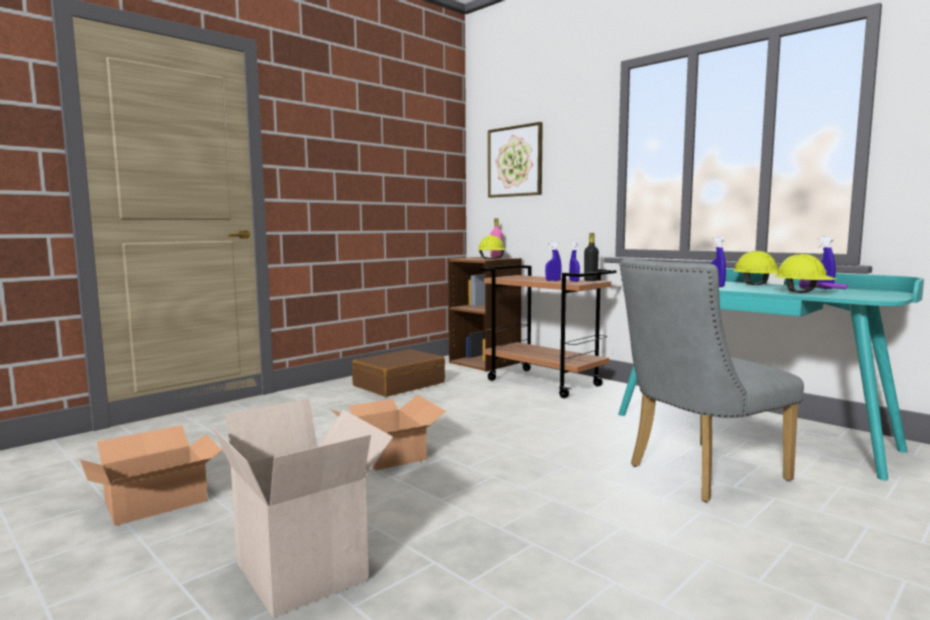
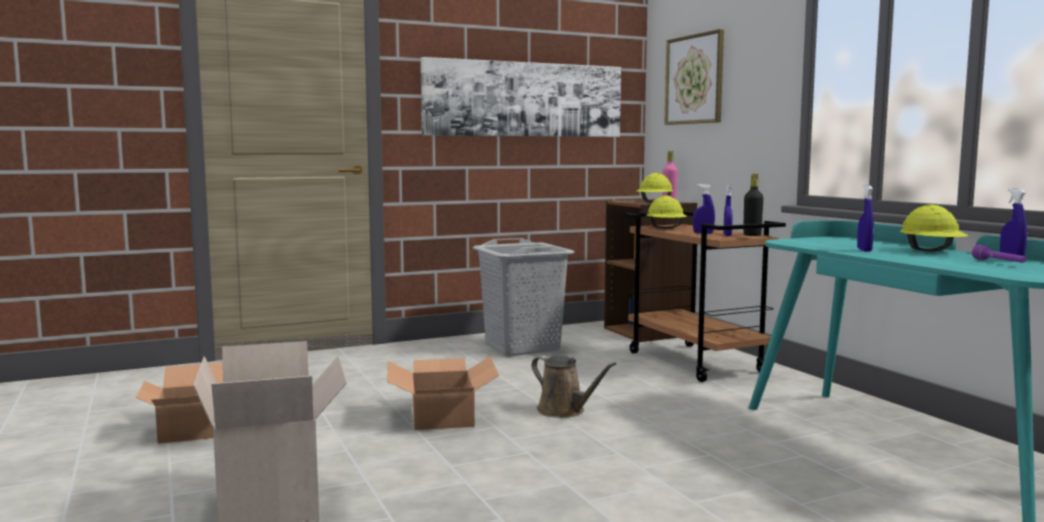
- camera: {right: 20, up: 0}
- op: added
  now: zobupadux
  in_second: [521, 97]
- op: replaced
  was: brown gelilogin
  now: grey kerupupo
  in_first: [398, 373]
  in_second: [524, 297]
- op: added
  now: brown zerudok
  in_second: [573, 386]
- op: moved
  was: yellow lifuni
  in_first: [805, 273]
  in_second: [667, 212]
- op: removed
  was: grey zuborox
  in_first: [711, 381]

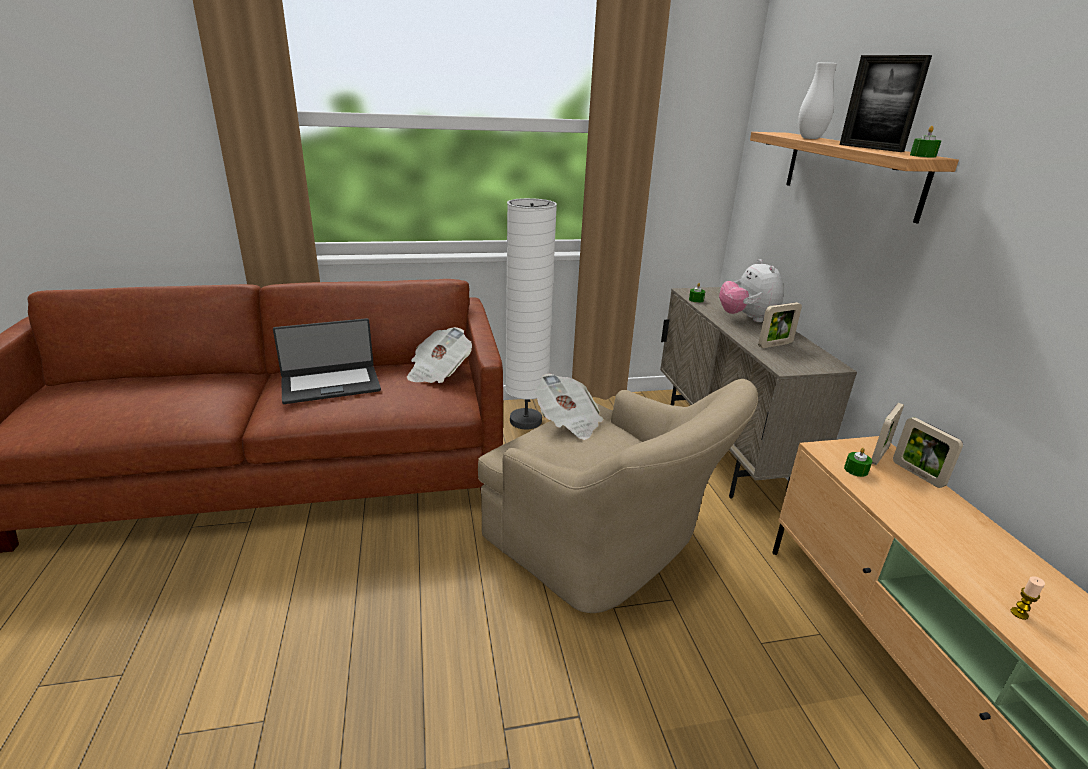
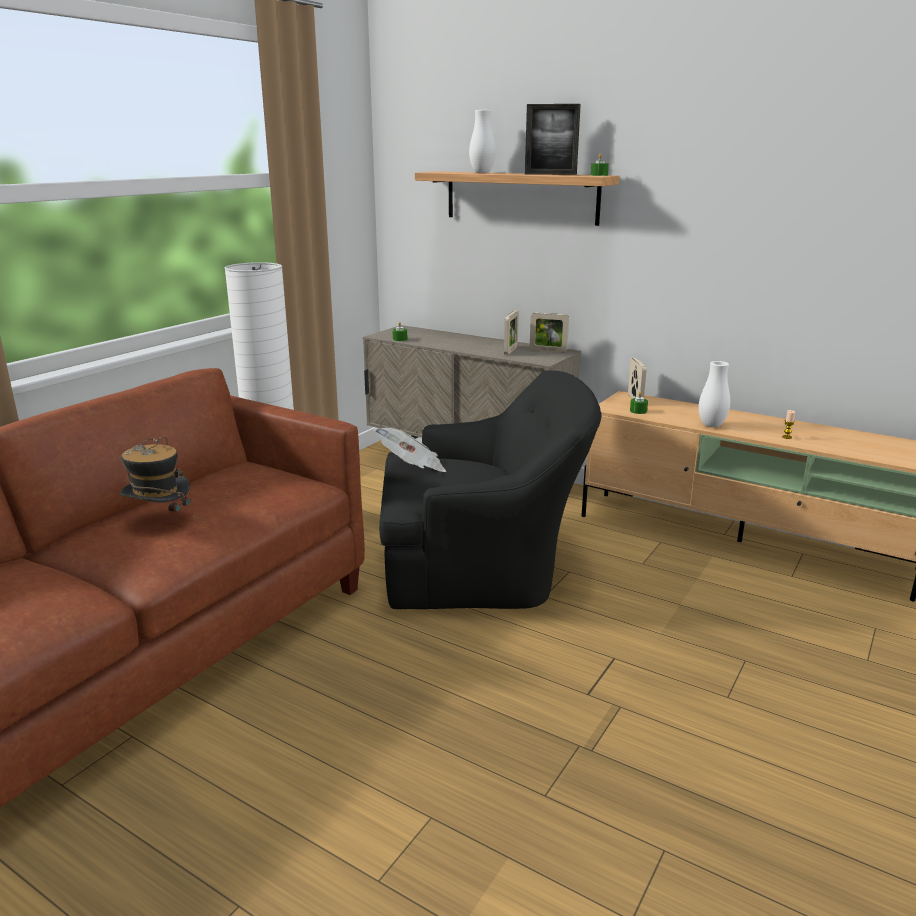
- camera: {right: -45, up: -5}
- op: replaced
  was: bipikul
  now: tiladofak
  in_first: [327, 361]
  in_second: [156, 478]
- op: recoloured
  was: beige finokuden
  now: black finokuden
  in_first: [618, 496]
  in_second: [490, 490]
- op: moved
  was: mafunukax
  in_first: [928, 452]
  in_second: [549, 333]
- op: added
  now: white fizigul
  in_second: [714, 394]
- op: removed
  was: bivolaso
  in_first: [439, 355]
- op: removed
  was: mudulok
  in_first: [751, 290]

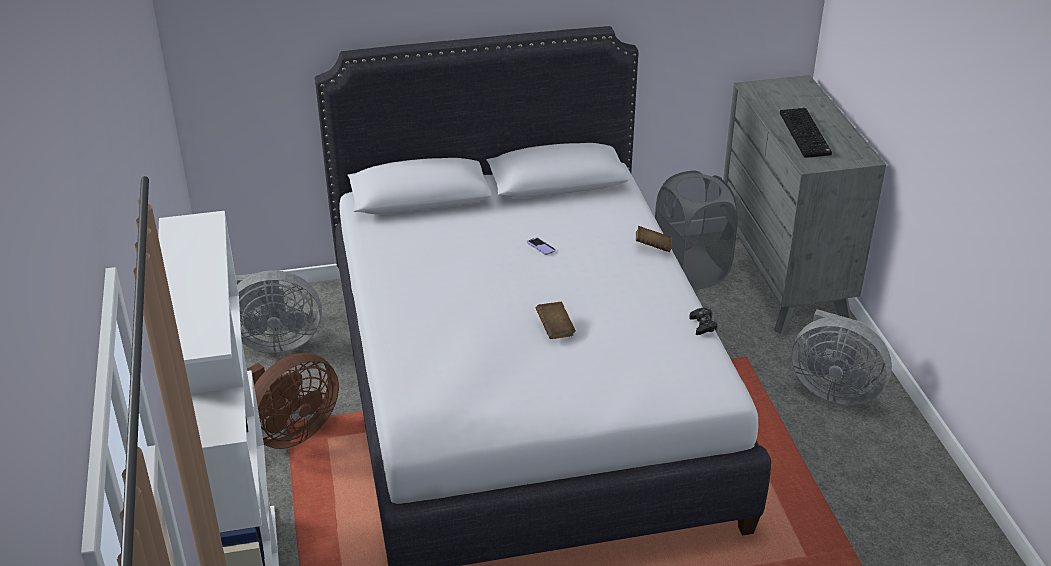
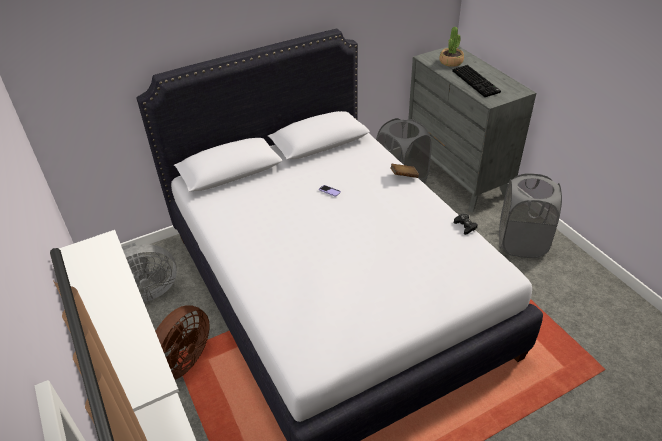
- camera: {right: -15, up: 5}
- op: added
  now: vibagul
  in_second: [451, 47]
- op: replaced
  was: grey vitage
  now: grey kerupupo
  in_first: [841, 357]
  in_second: [530, 215]
- op: removed
  was: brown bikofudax
  in_first: [556, 320]

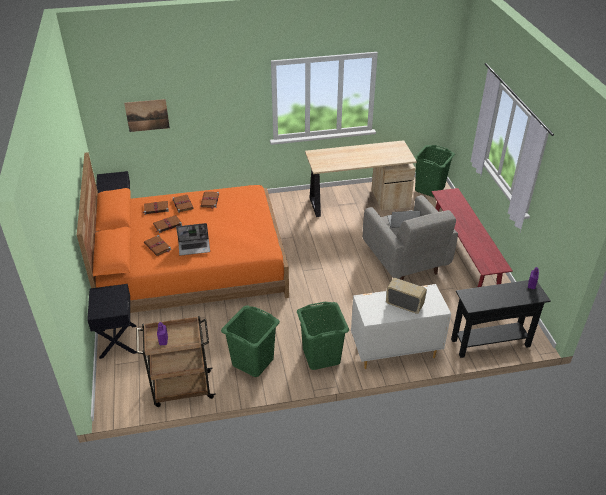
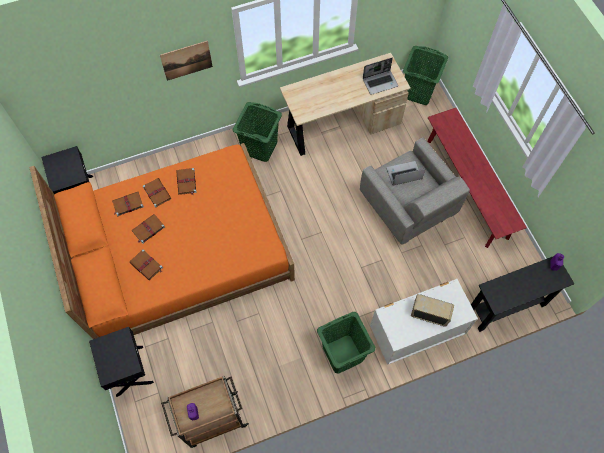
- camera: {right: -10, up: 25}
- op: moved
  was: zobupadux
  in_first: [147, 115]
  in_second: [186, 61]
- op: moved
  was: green kerupupo
  in_first: [250, 341]
  in_second: [257, 132]
- op: moved
  was: bipikul
  in_first: [193, 239]
  in_second: [380, 76]

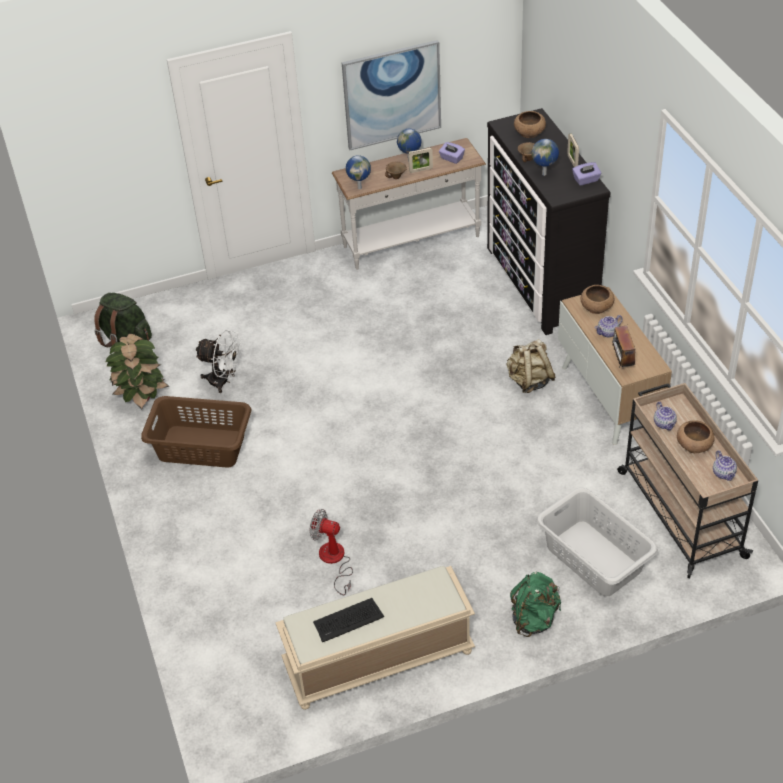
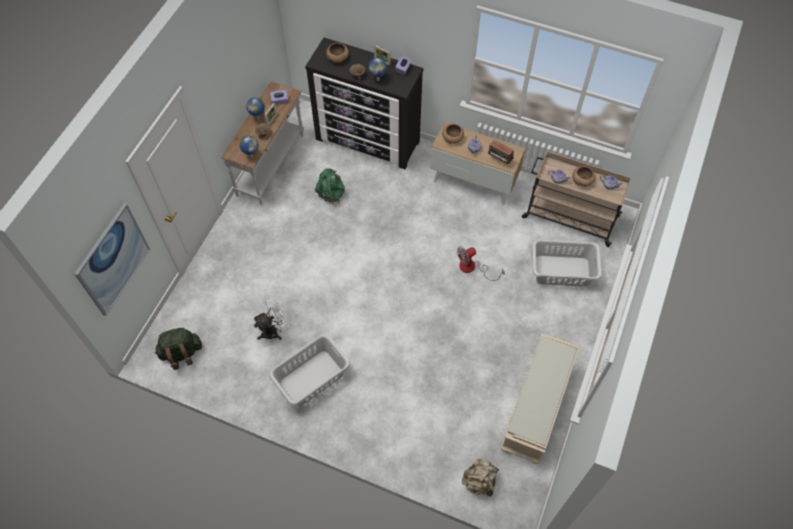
- camera: {right: -50, up: 15}
- op: moved
  was: zobupadux
  in_first: [391, 95]
  in_second: [112, 259]
- op: recoloured
  was: brown kerupupo
  now: grey kerupupo
  in_first: [196, 432]
  in_second: [309, 370]
- op: moved
  was: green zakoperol
  in_first: [535, 604]
  in_second: [330, 186]
- op: moved
  was: vitage
  in_first: [331, 552]
  in_second: [481, 263]
- op: moved
  was: beige zakoperol
  in_first: [531, 366]
  in_second: [480, 477]
- op: removed
  was: vibagul
  in_first: [137, 372]
- op: removed
  was: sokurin
  in_first: [348, 620]

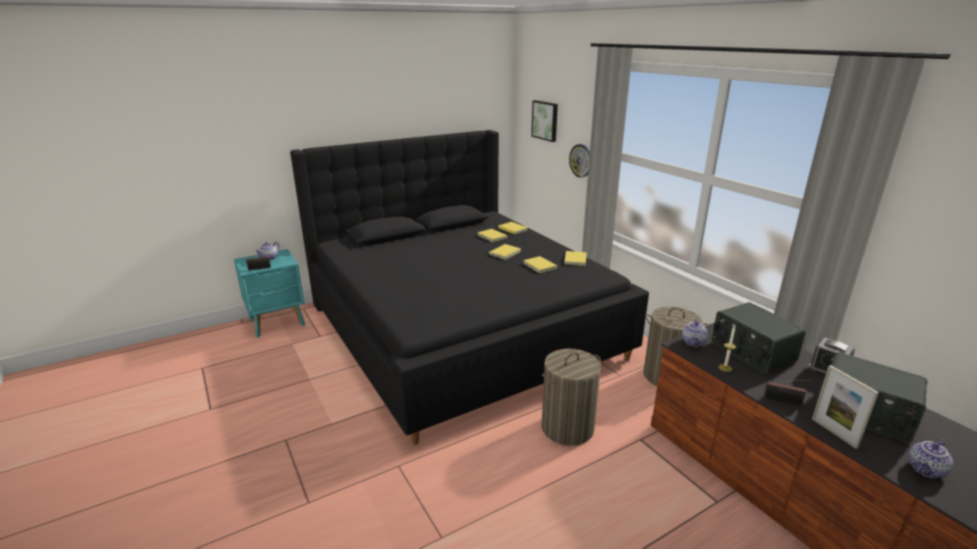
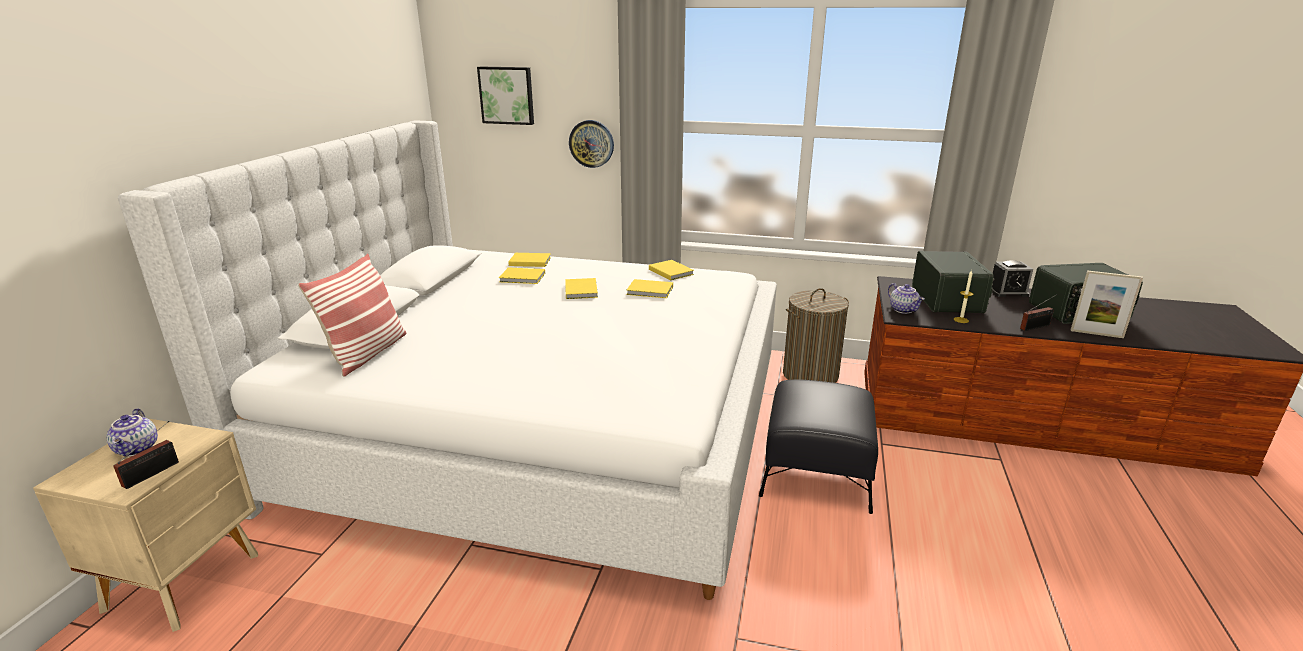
- camera: {right: -45, up: 0}
- op: recoloured
  was: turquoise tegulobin
  now: beige tegulobin
  in_first: [269, 293]
  in_second: [145, 525]
- op: recoloured
  was: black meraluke
  now: white meraluke
  in_first: [469, 287]
  in_second: [447, 360]
- op: added
  now: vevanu
  in_second: [352, 315]
- op: replaced
  was: kerupupo
  now: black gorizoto
  in_first: [571, 397]
  in_second: [818, 446]
- op: turned
  was: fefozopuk
  in_first: [759, 337]
  in_second: [953, 282]
  clockwise: -105
- op: removed
  was: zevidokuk
  in_first: [930, 458]

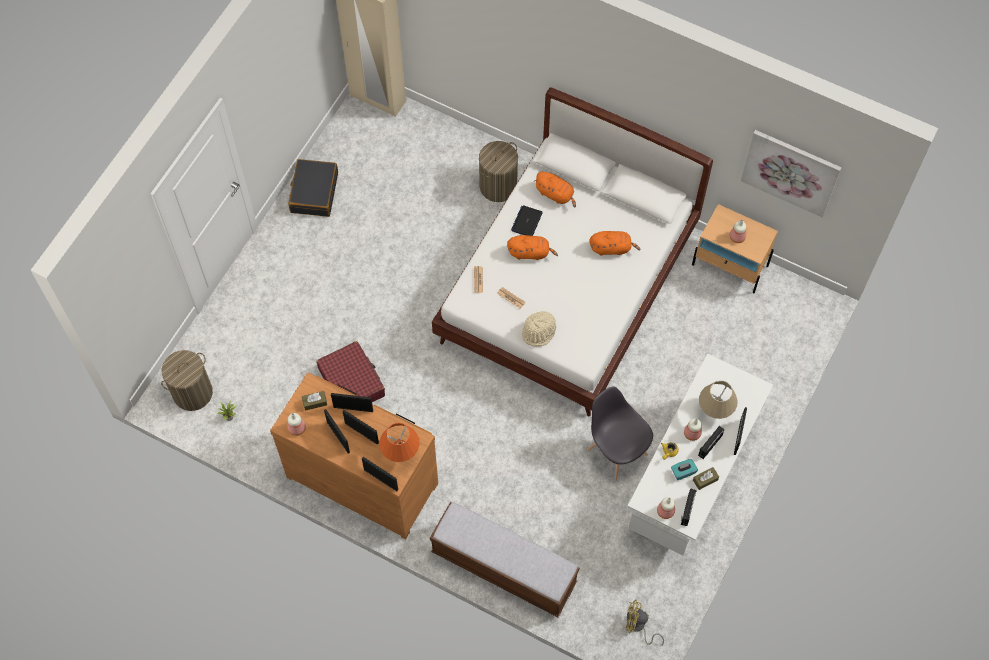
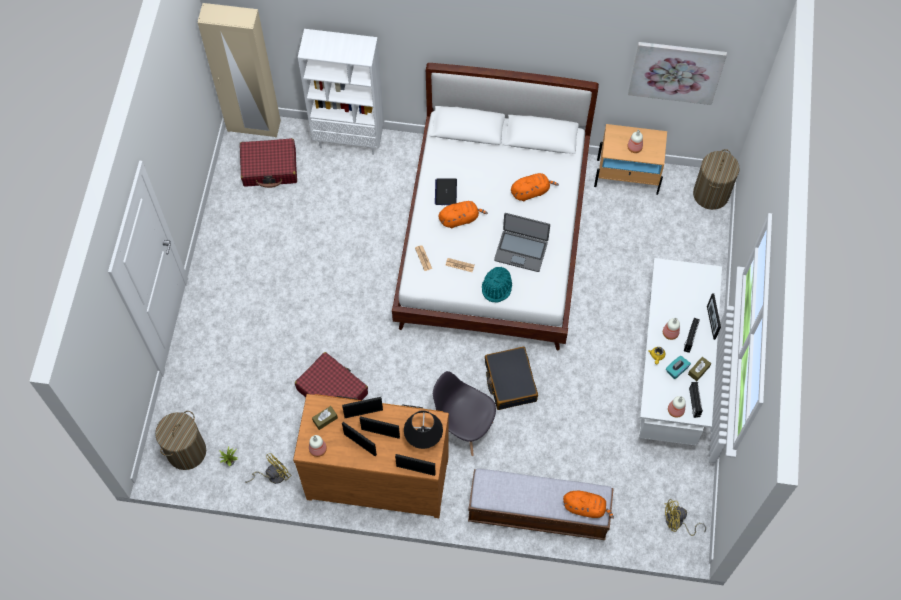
- camera: {right: -20, up: 0}
- op: added
  now: red gelilogin
  in_second: [268, 163]
- op: added
  now: yellow vitage
  in_second: [268, 468]
- op: added
  now: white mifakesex
  in_second: [341, 92]
- op: recoloured
  was: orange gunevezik
  now: black gunevezik
  in_first: [399, 442]
  in_second: [423, 429]
- op: moved
  was: grey zuborox
  in_first: [620, 433]
  in_second: [464, 413]
- op: recoloured
  was: beige tiladofak
  now: turquoise tiladofak
  in_first: [539, 329]
  in_second: [497, 285]
- op: moved
  was: black gelilogin
  in_first: [313, 188]
  in_second: [511, 378]
- op: added
  now: bipikul
  in_second: [522, 242]
- op: moved
  was: orange mudulok
  in_first: [555, 190]
  in_second: [588, 505]
- op: moved
  was: kerupupo
  in_first: [498, 171]
  in_second: [716, 179]
- op: removed
  was: beige gunevezik
  in_first: [718, 400]

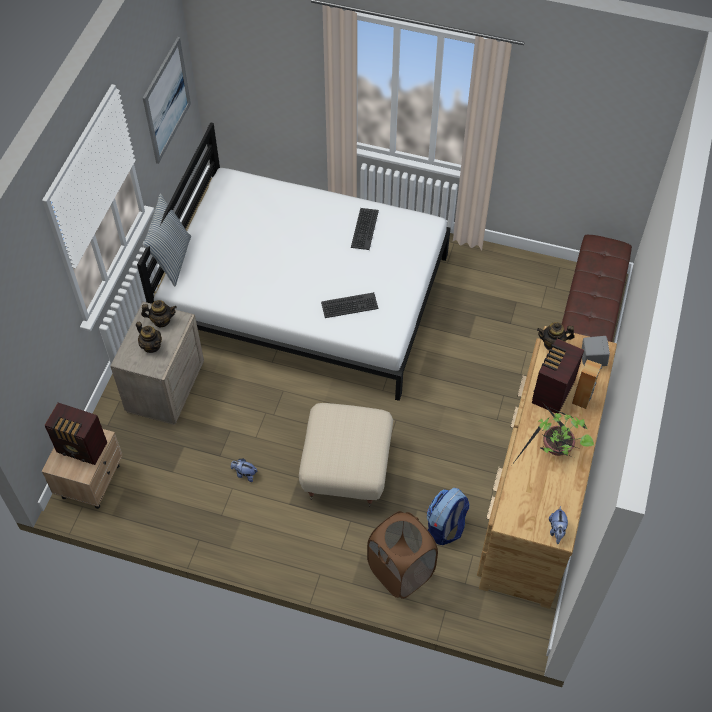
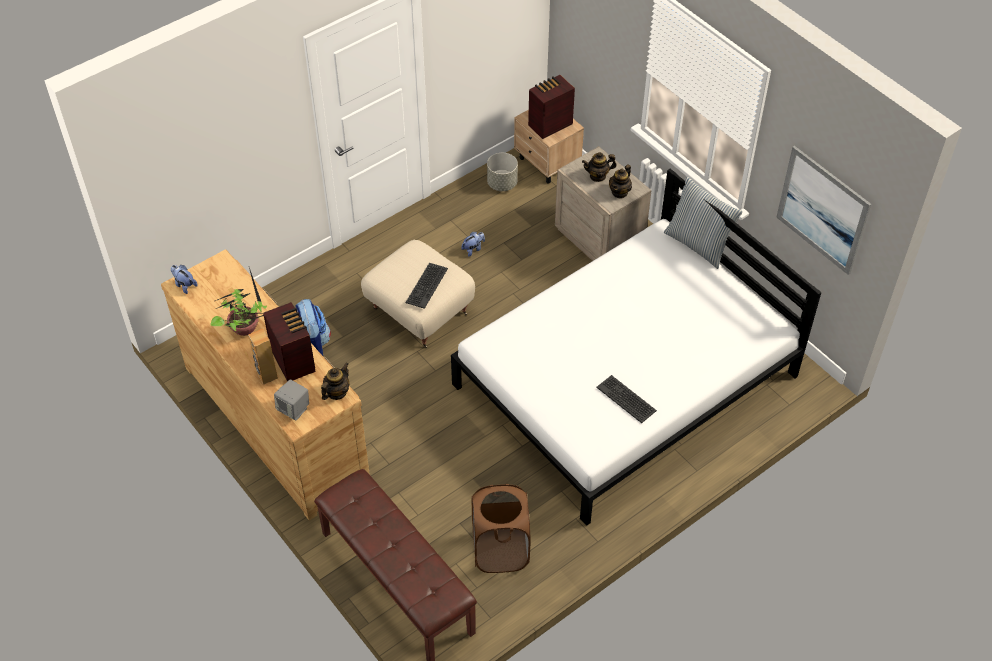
- camera: {right: 125, up: -5}
- op: moved
  was: sokurin
  in_first: [350, 305]
  in_second: [427, 286]
- op: moved
  was: brown kerupupo
  in_first: [402, 555]
  in_second: [501, 528]
- op: added
  now: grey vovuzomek
  in_second: [502, 172]

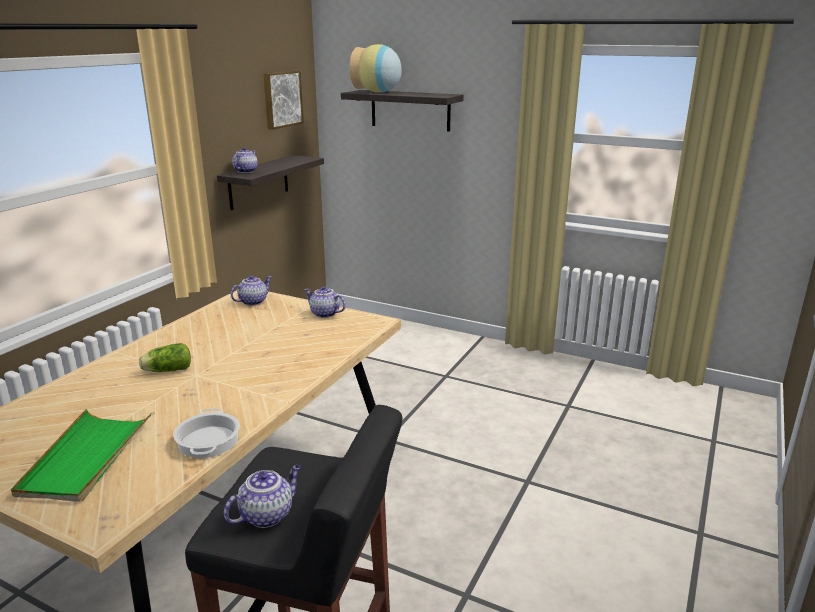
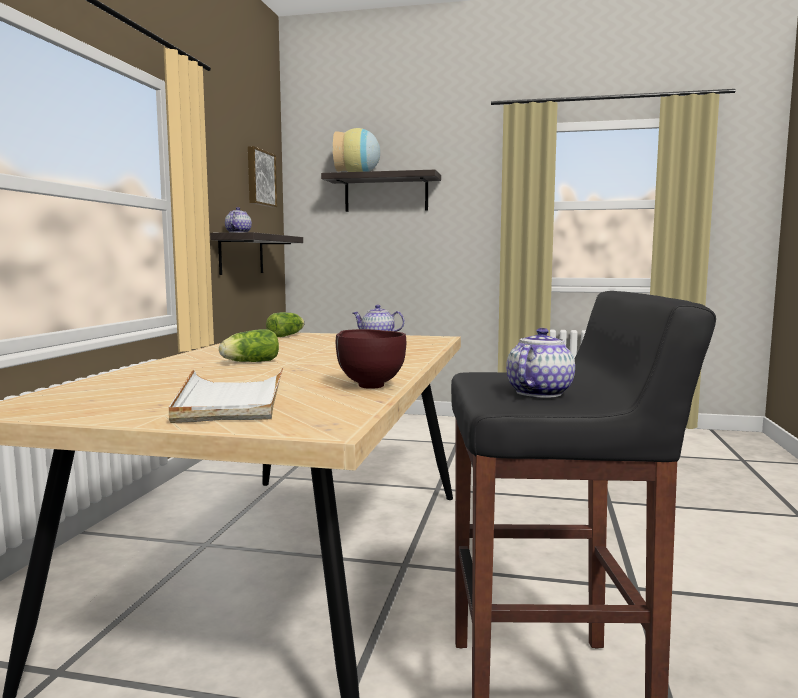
- camera: {right: -15, up: -15}
- op: recoloured
  was: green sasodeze
  now: white sasodeze
  in_first: [81, 455]
  in_second: [226, 395]
- op: replaced
  was: zevidokuk
  now: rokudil
  in_first: [251, 290]
  in_second: [285, 324]
- op: replaced
  was: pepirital
  now: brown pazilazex
  in_first: [206, 433]
  in_second: [370, 359]

